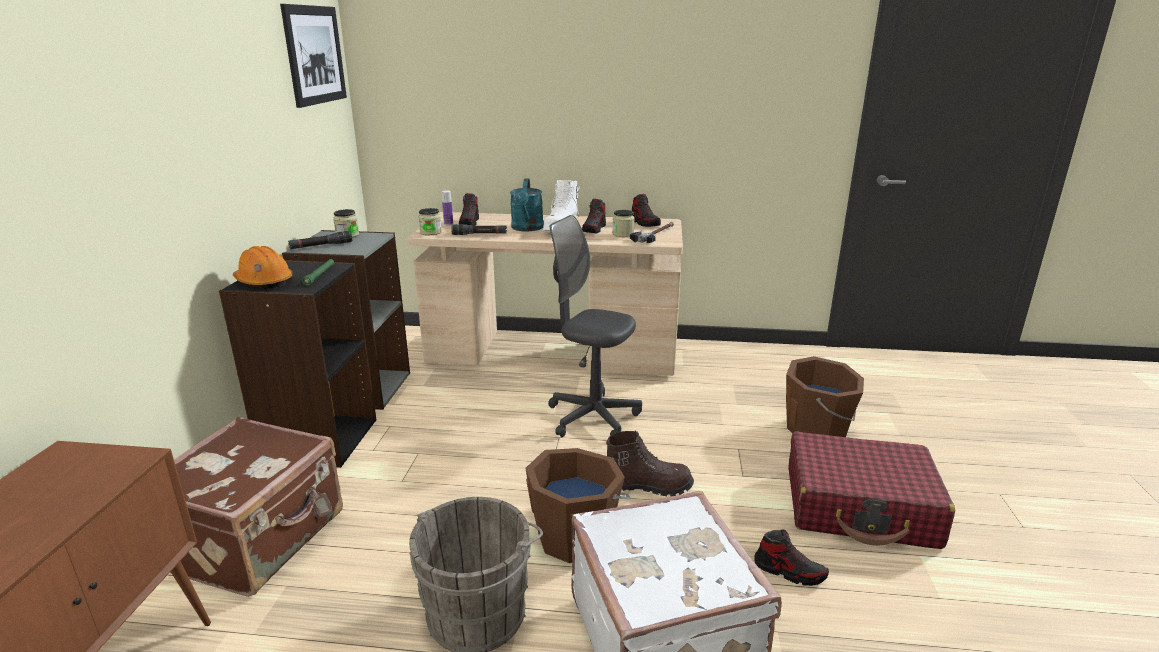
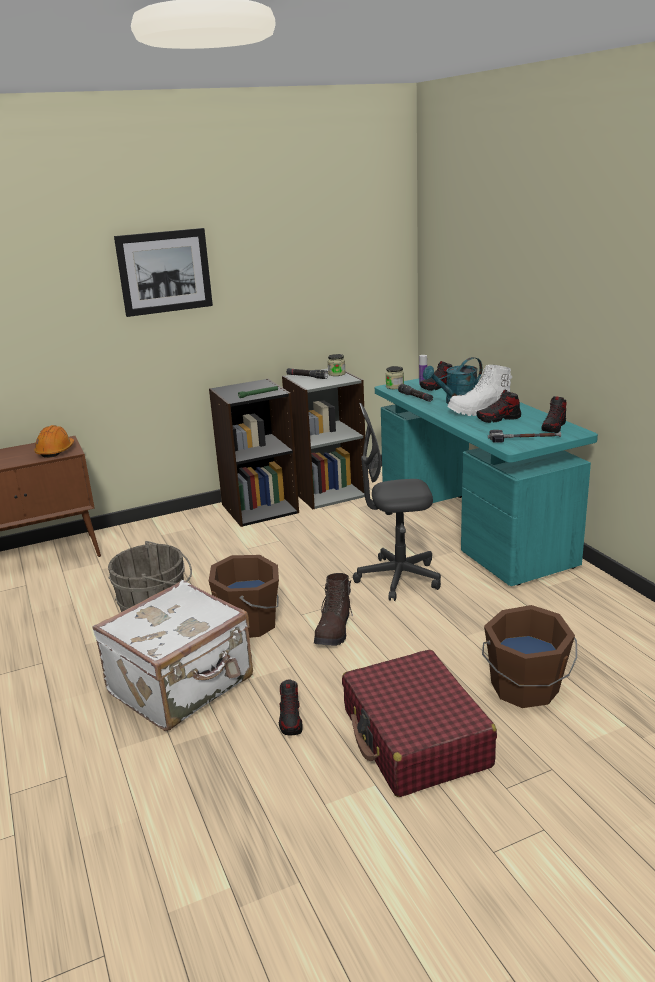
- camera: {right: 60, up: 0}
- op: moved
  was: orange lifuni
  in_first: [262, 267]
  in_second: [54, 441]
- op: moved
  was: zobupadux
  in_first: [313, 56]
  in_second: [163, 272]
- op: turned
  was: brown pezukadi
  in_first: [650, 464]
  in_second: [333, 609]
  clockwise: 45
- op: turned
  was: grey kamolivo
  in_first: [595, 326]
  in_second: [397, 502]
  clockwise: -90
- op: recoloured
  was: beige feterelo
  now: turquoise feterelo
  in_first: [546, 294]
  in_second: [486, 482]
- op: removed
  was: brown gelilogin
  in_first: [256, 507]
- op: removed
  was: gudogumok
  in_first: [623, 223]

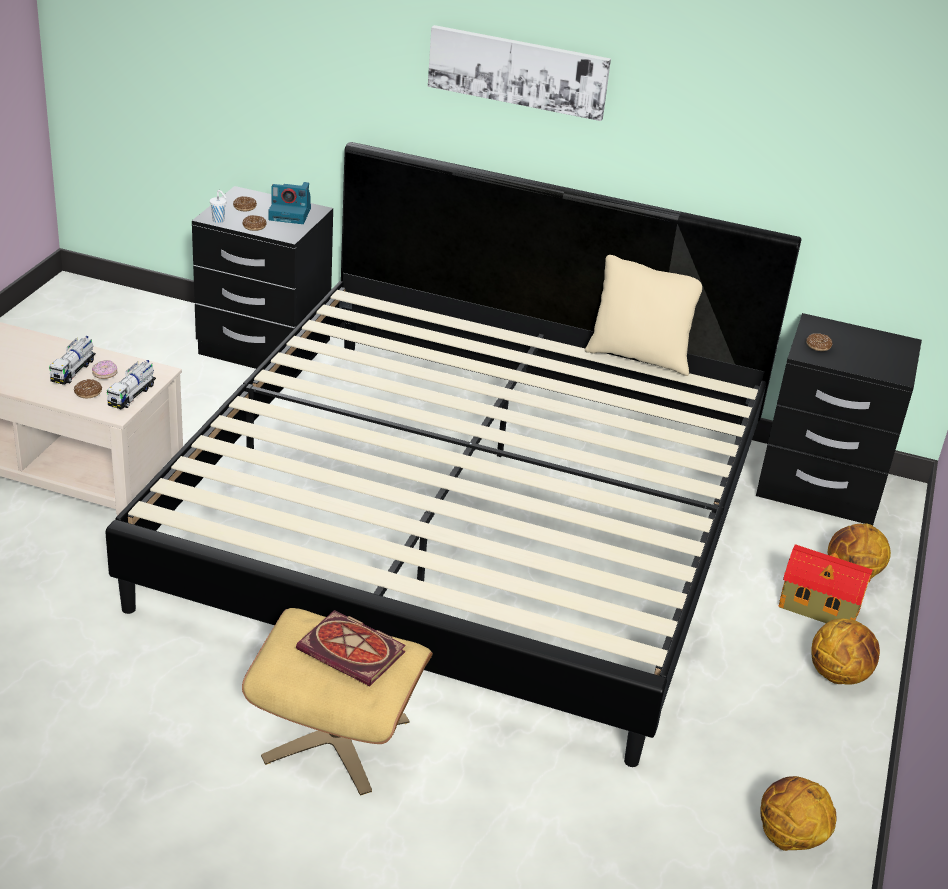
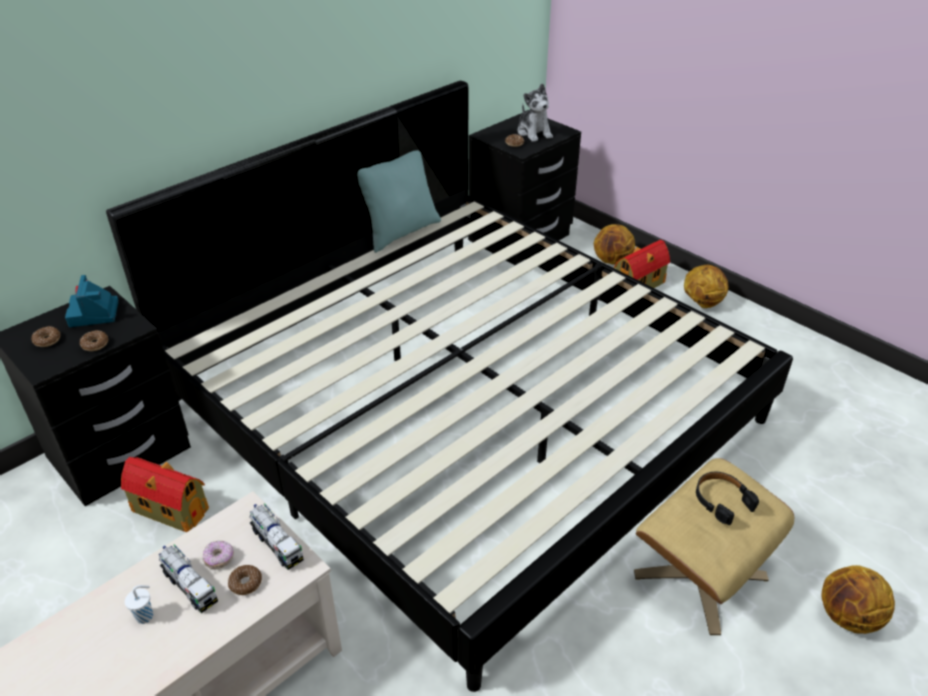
- camera: {right: -60, up: 5}
- op: turned
  was: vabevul
  in_first: [289, 203]
  in_second: [92, 301]
  clockwise: 135
- op: added
  now: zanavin
  in_second: [165, 494]
- op: moved
  was: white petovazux
  in_first: [218, 206]
  in_second: [139, 604]
- op: recoloured
  was: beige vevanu
  now: turquoise vevanu
  in_first: [643, 315]
  in_second: [399, 201]
- op: added
  now: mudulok
  in_second: [535, 112]
- op: replaced
  was: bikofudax
  now: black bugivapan
  in_first: [351, 648]
  in_second: [727, 498]
- op: moved
  was: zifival
  in_first: [798, 813]
  in_second: [858, 599]
- op: removed
  was: zobupadux
  in_first: [519, 73]

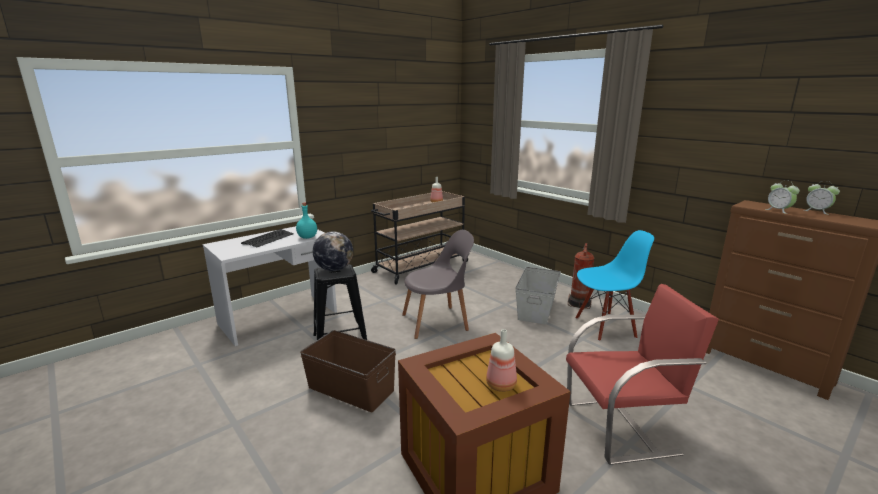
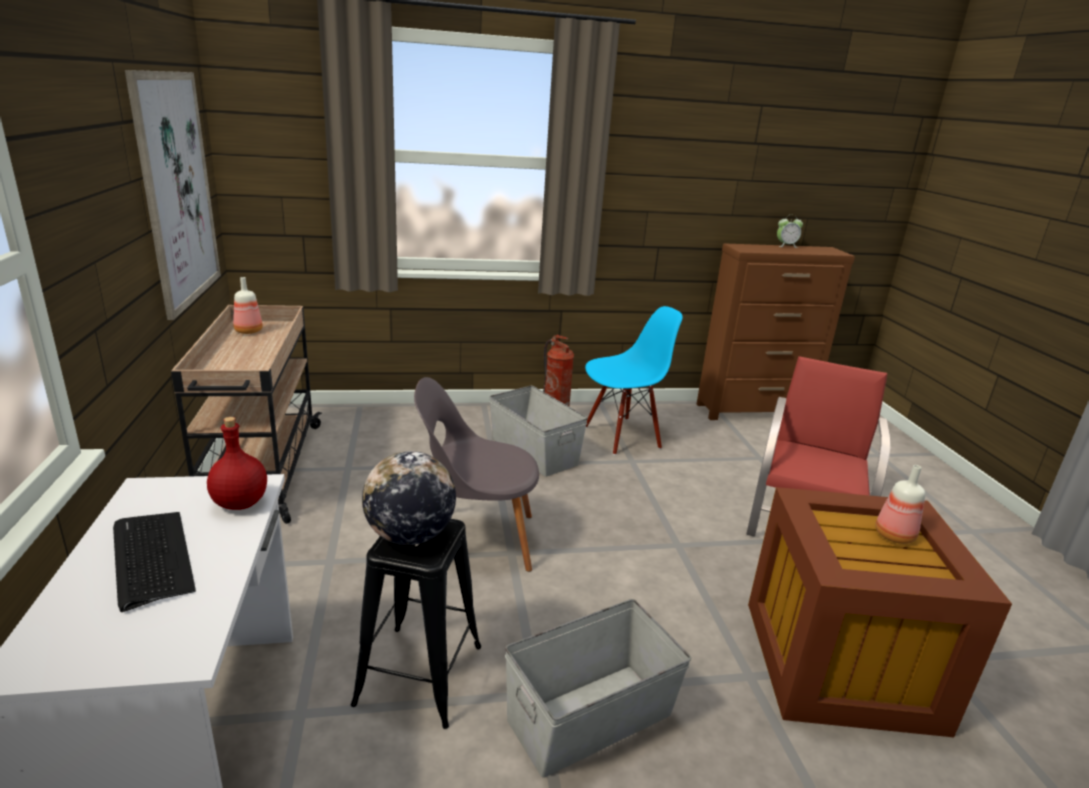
- camera: {right: -60, up: 5}
- op: added
  now: zobupadux
  in_second: [173, 195]
- op: recoloured
  was: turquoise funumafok
  now: red funumafok
  in_first: [306, 221]
  in_second: [237, 463]
- op: turned
  was: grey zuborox
  in_first: [438, 284]
  in_second: [476, 474]
  clockwise: -105
- op: recoloured
  was: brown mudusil
  now: grey mudusil
  in_first: [348, 371]
  in_second: [598, 688]
- op: turned
  was: blue zuborox
  in_first: [615, 285]
  in_second: [634, 380]
  clockwise: 45
- op: removed
  was: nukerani
  in_first: [782, 197]

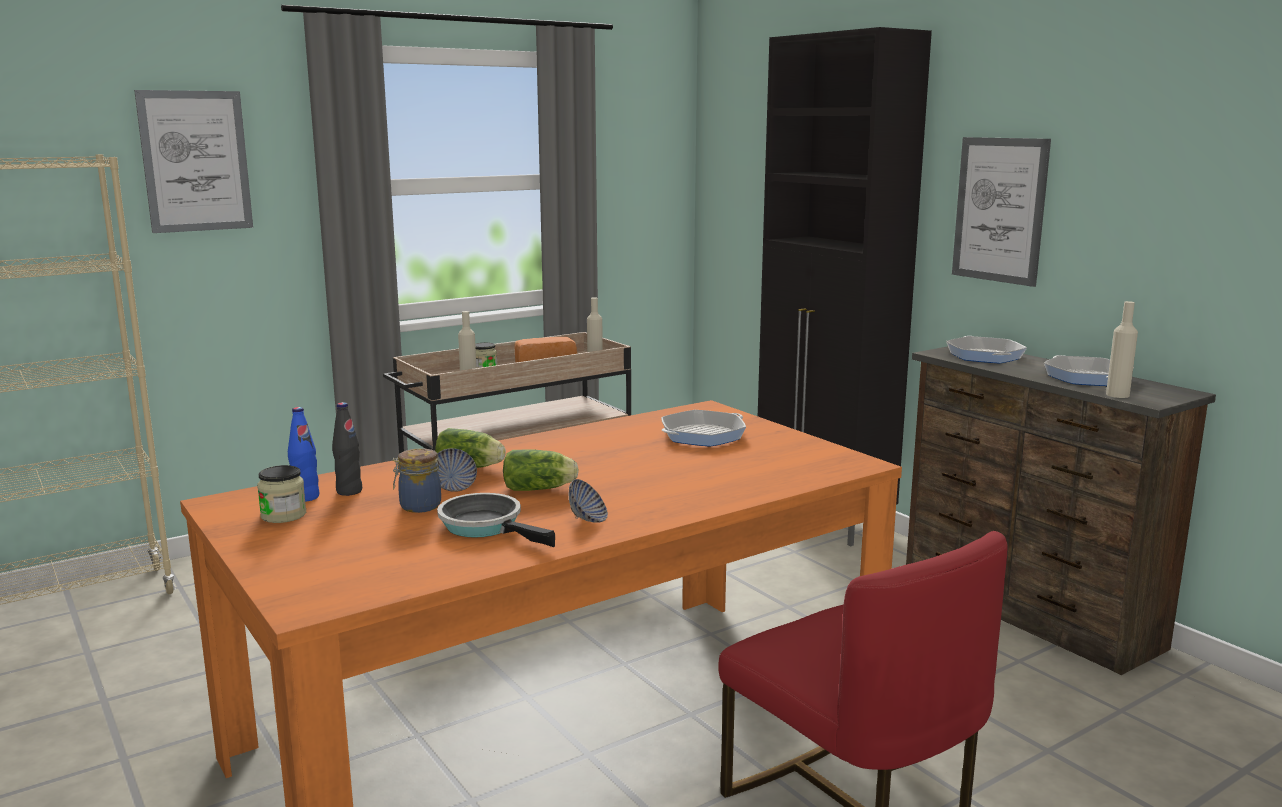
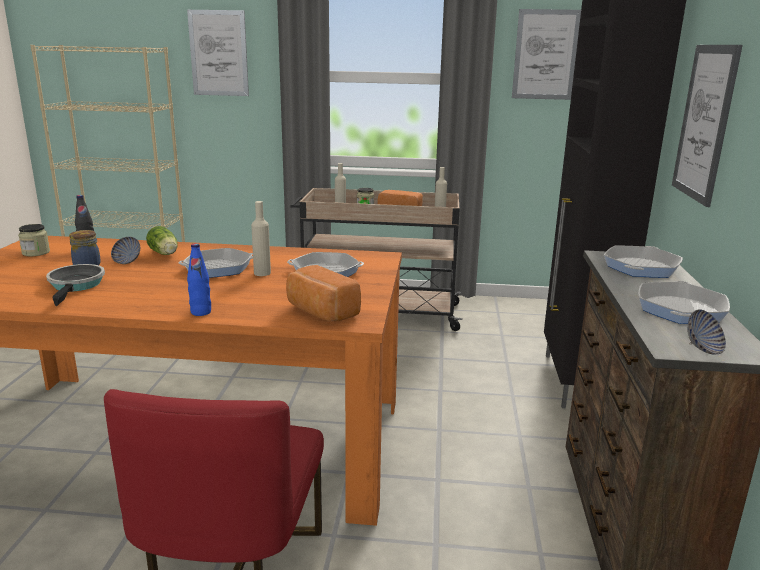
- camera: {right: 40, up: 5}
- op: added
  now: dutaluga
  in_second: [216, 263]
- op: moved
  was: blue funumafok
  in_first: [303, 454]
  in_second: [199, 279]
- op: moved
  was: beige funumafok
  in_first: [1122, 349]
  in_second: [261, 238]
- op: added
  now: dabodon
  in_second: [323, 293]
- op: added
  now: zobupadux
  in_second: [546, 54]
- op: moved
  was: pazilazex
  in_first: [588, 501]
  in_second: [706, 332]
- op: removed
  was: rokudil
  in_first: [541, 470]

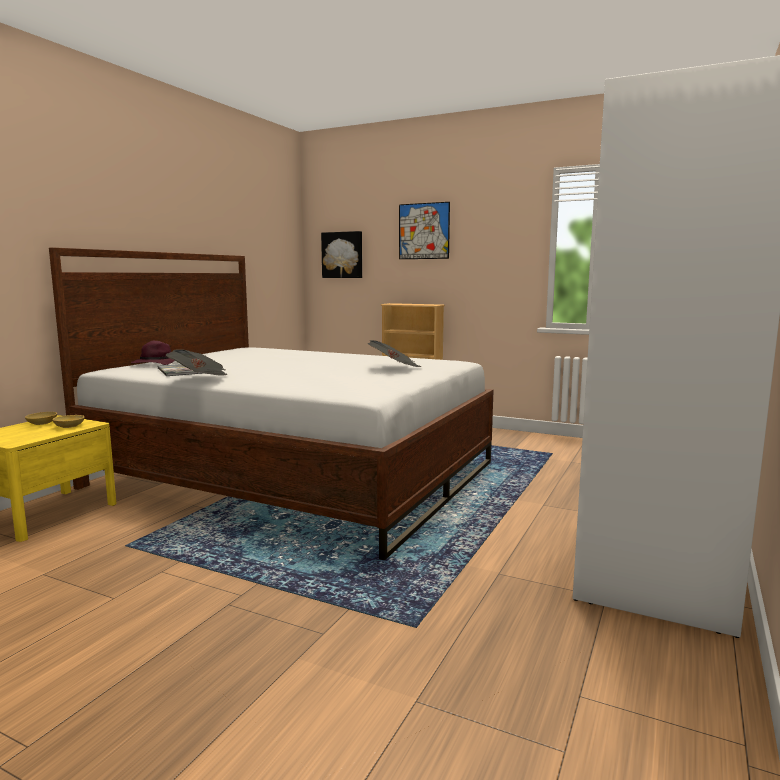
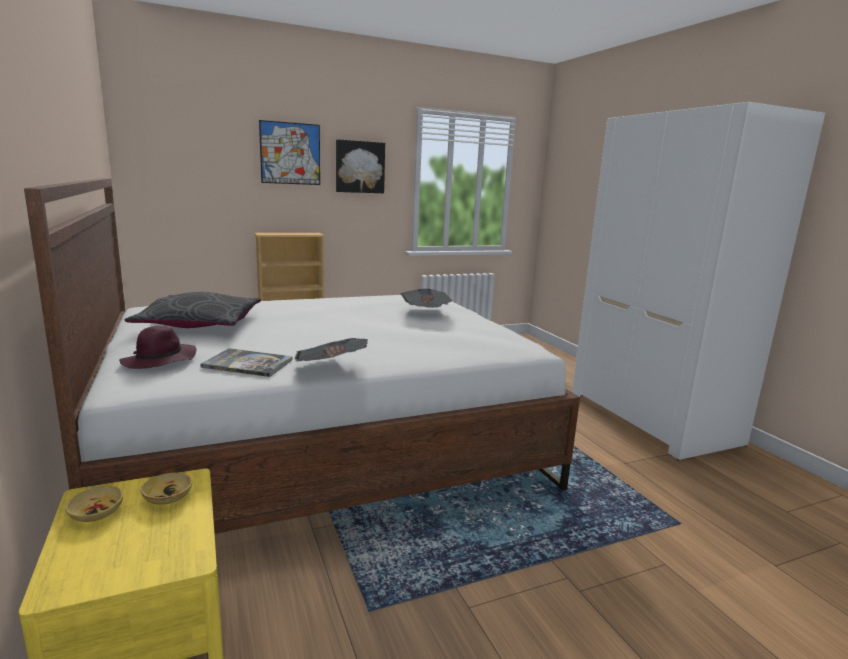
- camera: {right: -50, up: 5}
- op: added
  now: grey vevanu
  in_second: [193, 310]
- op: moved
  was: zobupadux
  in_first: [341, 254]
  in_second: [360, 166]

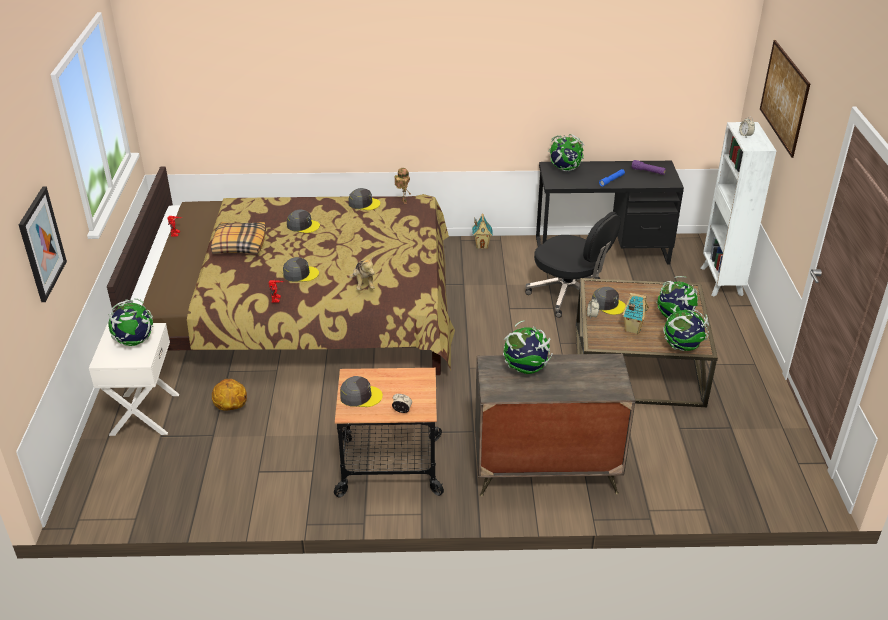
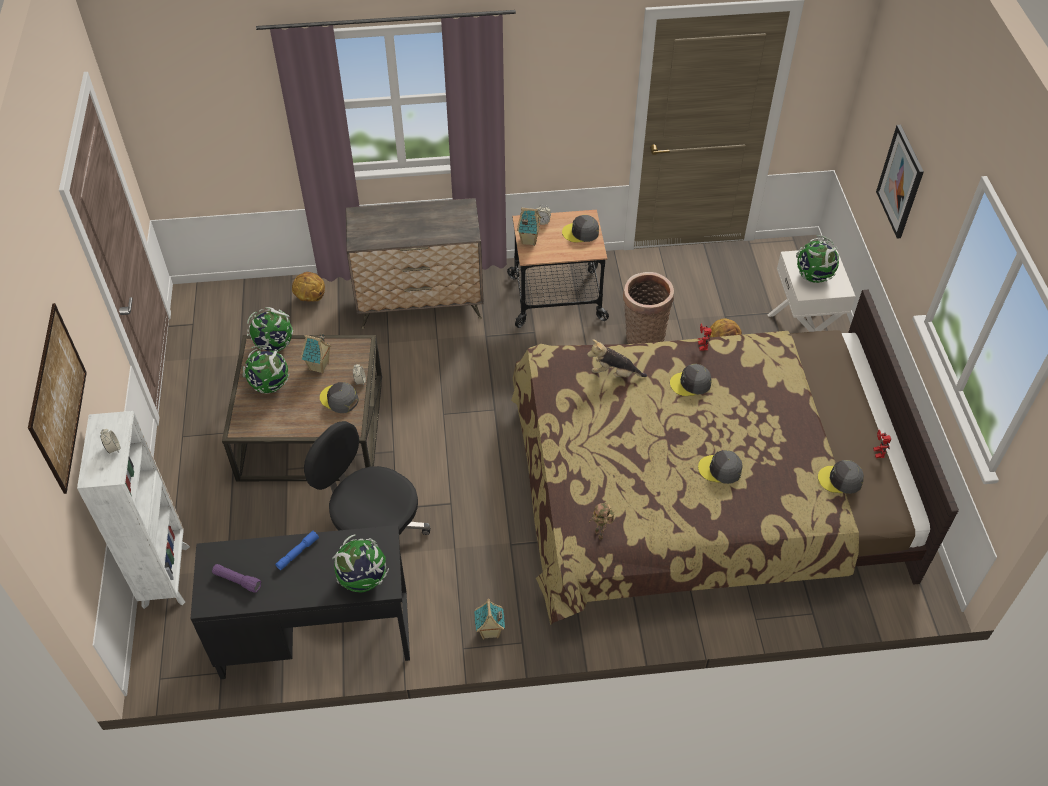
- camera: {right: 175, up: 15}
- op: added
  now: zifival
  in_second: [308, 286]
- op: added
  now: zanavin
  in_second: [529, 227]
- op: turned
  was: mudulok
  in_first: [362, 273]
  in_second: [617, 358]
  clockwise: -60
- op: added
  now: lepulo
  in_second: [648, 308]
- op: moved
  was: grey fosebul
  in_first: [365, 199]
  in_second: [841, 477]
- op: removed
  was: vevanu
  in_first: [238, 238]
- op: removed
  was: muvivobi
  in_first: [528, 347]

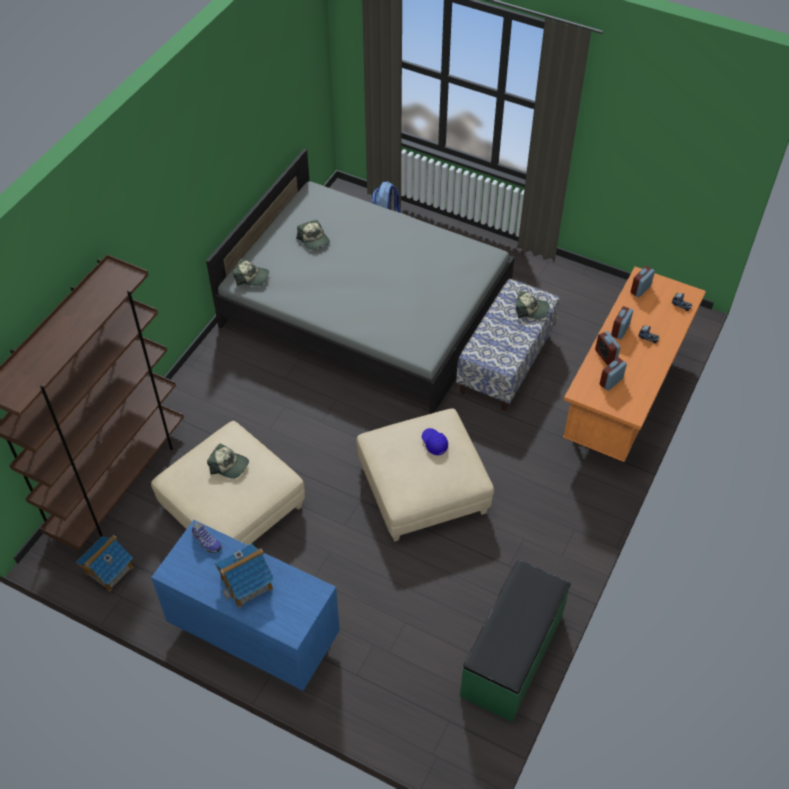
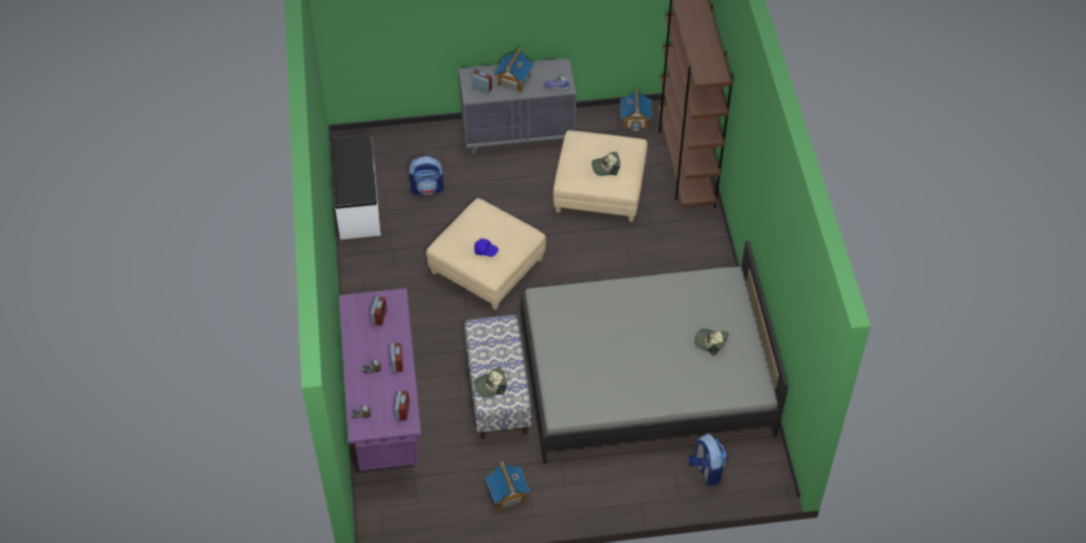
- camera: {right: 145, up: 0}
- op: recoloured
  was: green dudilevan
  now: white dudilevan
  in_first: [515, 641]
  in_second: [356, 187]
- op: recoloured
  was: orange feterelo
  now: purple feterelo
  in_first: [634, 364]
  in_second: [380, 379]
- op: added
  now: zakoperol
  in_second: [426, 175]
- op: recoloured
  was: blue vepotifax
  now: grey vepotifax
  in_first: [245, 605]
  in_second: [517, 106]
- op: moved
  was: nukerani
  in_first: [607, 348]
  in_second: [481, 82]
- op: added
  now: zanavin
  in_second: [507, 486]
- op: removed
  was: fosebul
  in_first: [251, 272]

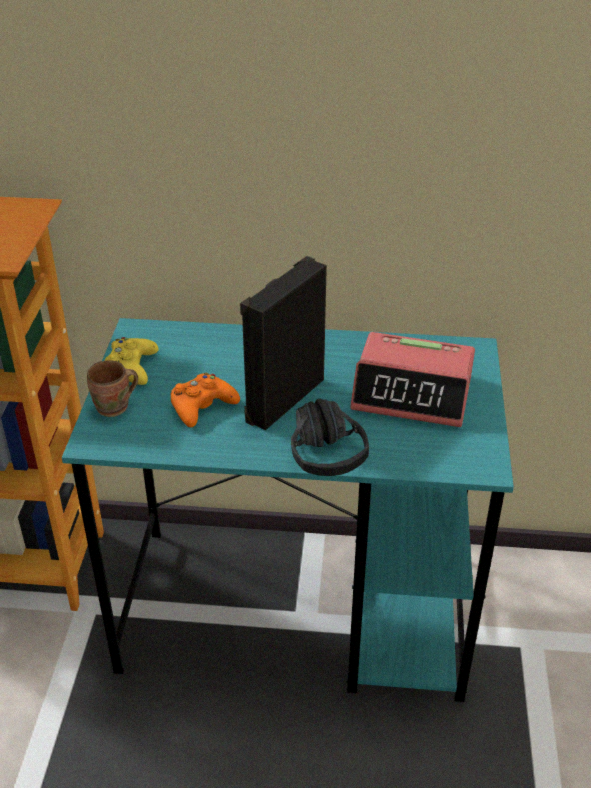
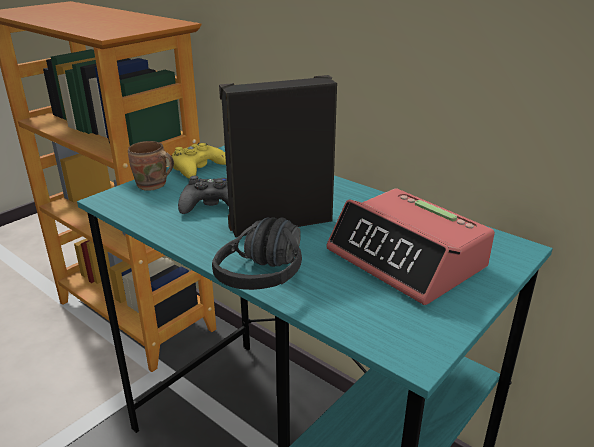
- camera: {right: 35, up: -10}
- op: recoloured
  was: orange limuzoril
  now: black limuzoril
  in_first: [205, 400]
  in_second: [203, 195]

